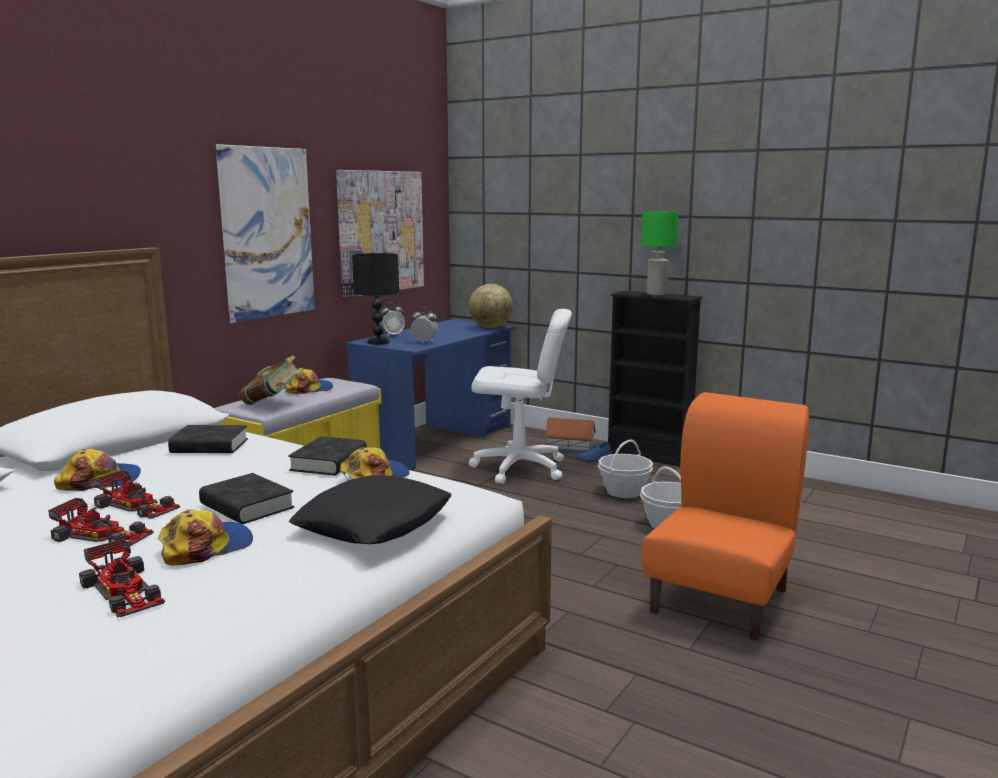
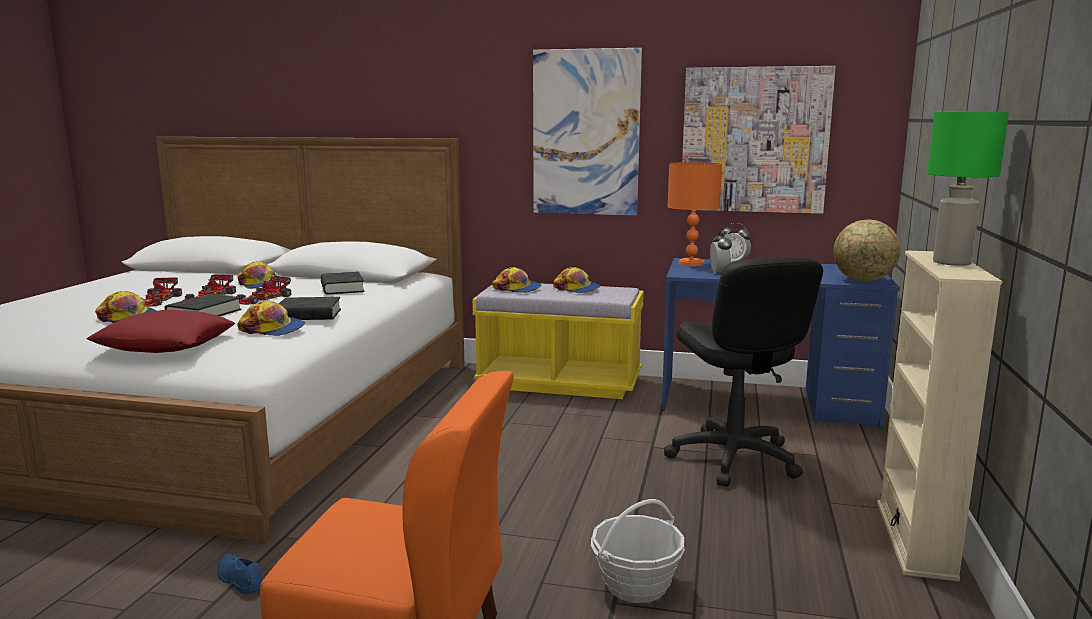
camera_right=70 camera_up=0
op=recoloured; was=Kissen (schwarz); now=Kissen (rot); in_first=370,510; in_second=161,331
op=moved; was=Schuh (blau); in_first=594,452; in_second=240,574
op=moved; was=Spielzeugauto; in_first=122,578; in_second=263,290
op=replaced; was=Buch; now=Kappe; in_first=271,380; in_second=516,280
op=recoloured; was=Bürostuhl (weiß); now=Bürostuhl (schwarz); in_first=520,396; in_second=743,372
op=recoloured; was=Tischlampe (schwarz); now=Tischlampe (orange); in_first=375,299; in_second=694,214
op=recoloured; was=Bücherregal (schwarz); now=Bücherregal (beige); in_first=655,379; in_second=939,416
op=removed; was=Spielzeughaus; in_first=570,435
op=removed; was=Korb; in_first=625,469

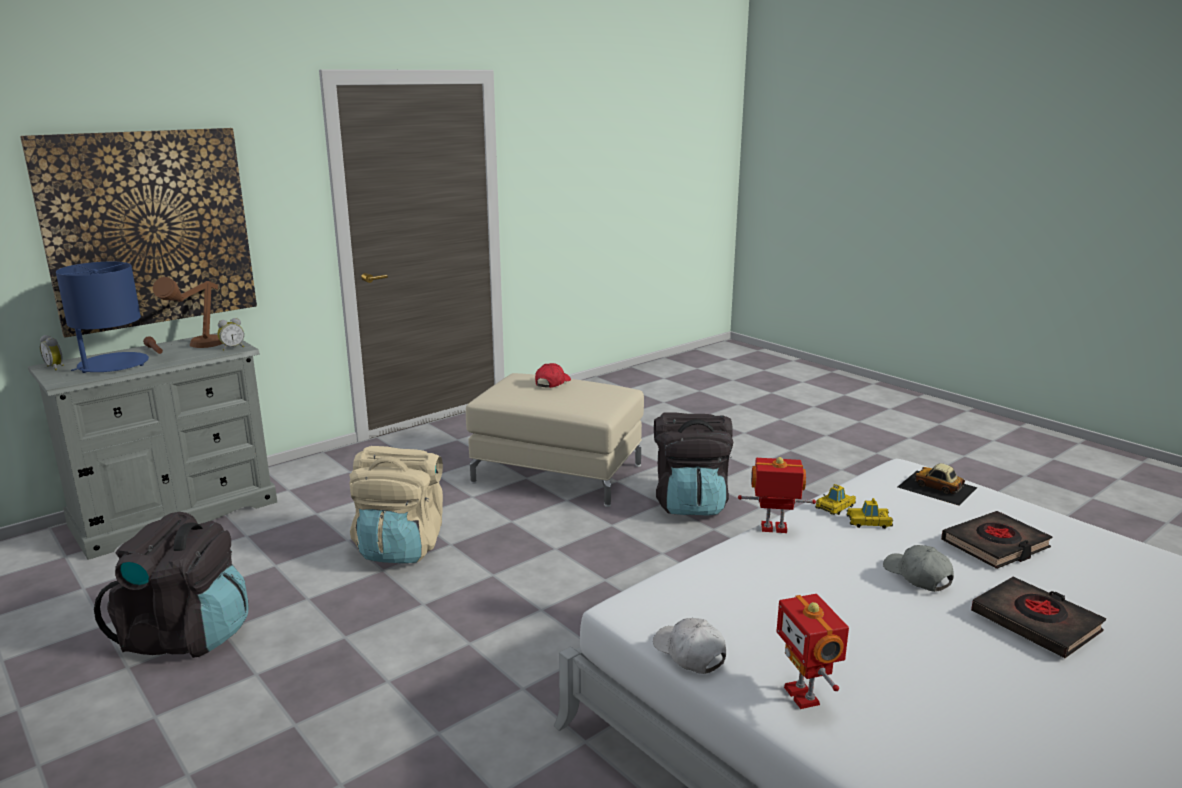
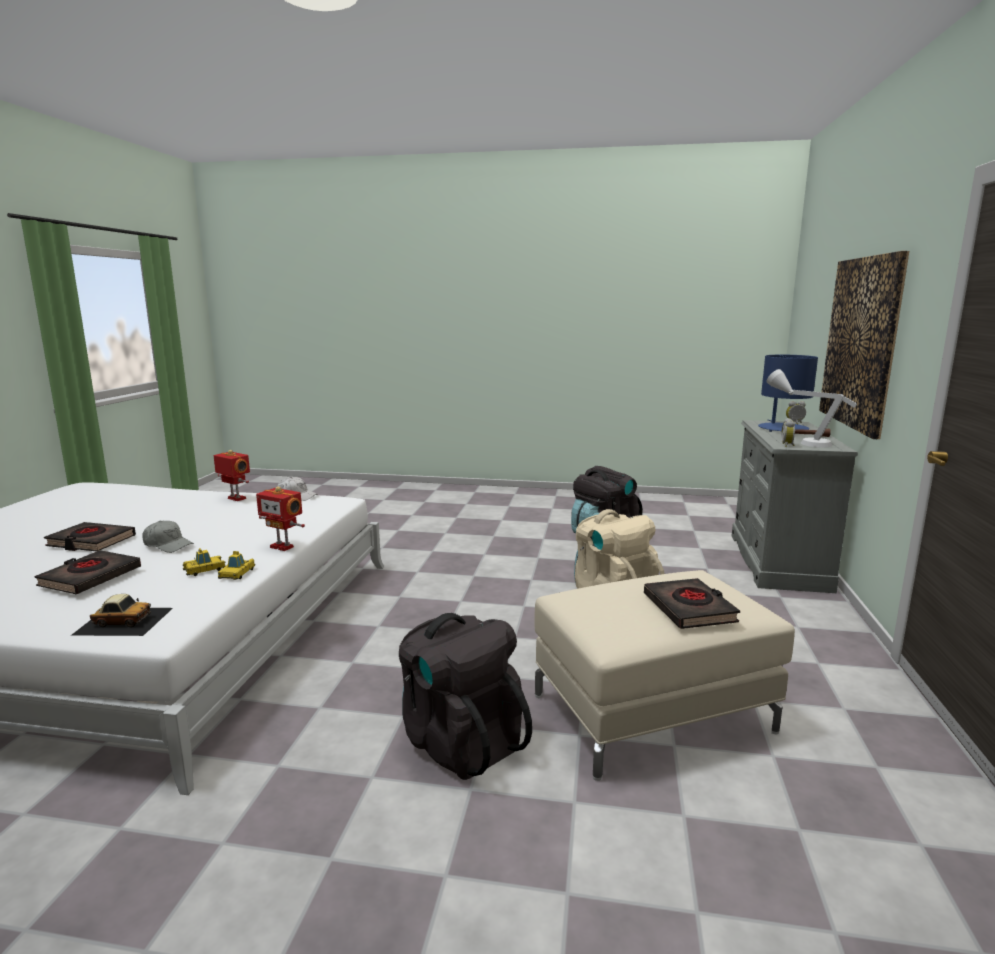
camera_right=140 camera_up=-5
op=turned; was=Spielzeugroboter; in_first=777,495; in_second=280,518; clockwise=60
op=replaced; was=Kappe (rot); now=Buch (schwarz); in_first=553,375; in_second=692,603
op=recoloured; was=Tischlampe (braun); now=Tischlampe (grau); in_first=188,312; in_second=811,408

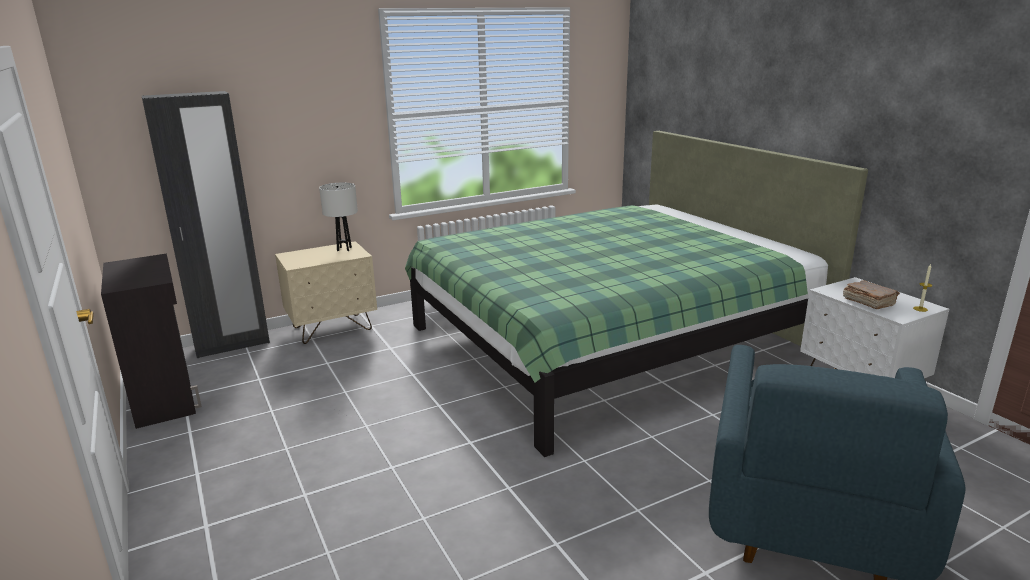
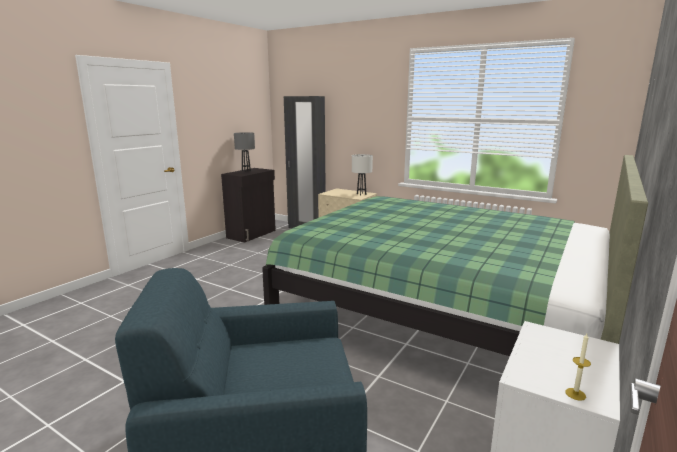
camera_right=60 camera_up=-5
op=added; now=Tischlampe (grau); in_second=244,152
op=removed; was=Buch (braun); in_first=871,294

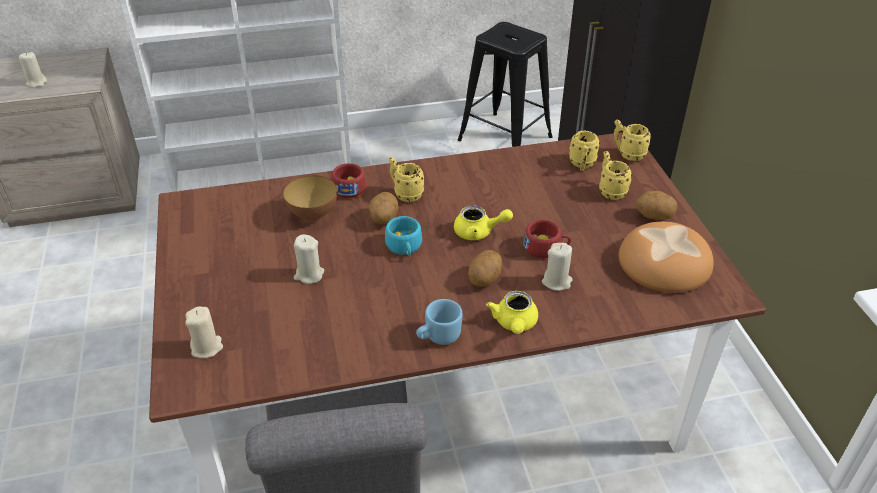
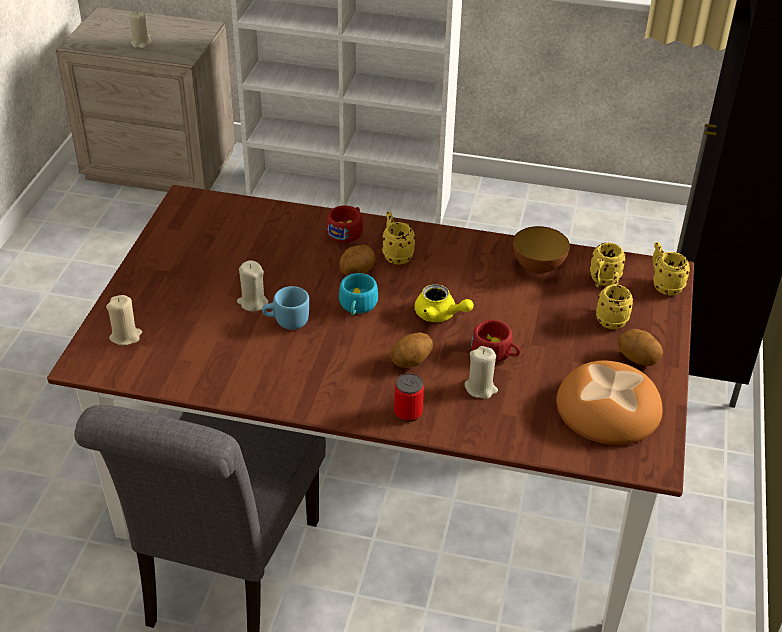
camera_right=25 camera_up=0
op=moved; was=Henkelbecher (blau); in_first=439,322; in_second=285,308
op=replaced; was=Teekanne (gelb); now=Dose; in_first=512,312; in_second=409,397
op=moved; was=Schüssel; in_first=310,198; in_second=541,250
op=removed; was=Hocker (schwarz); in_first=505,84

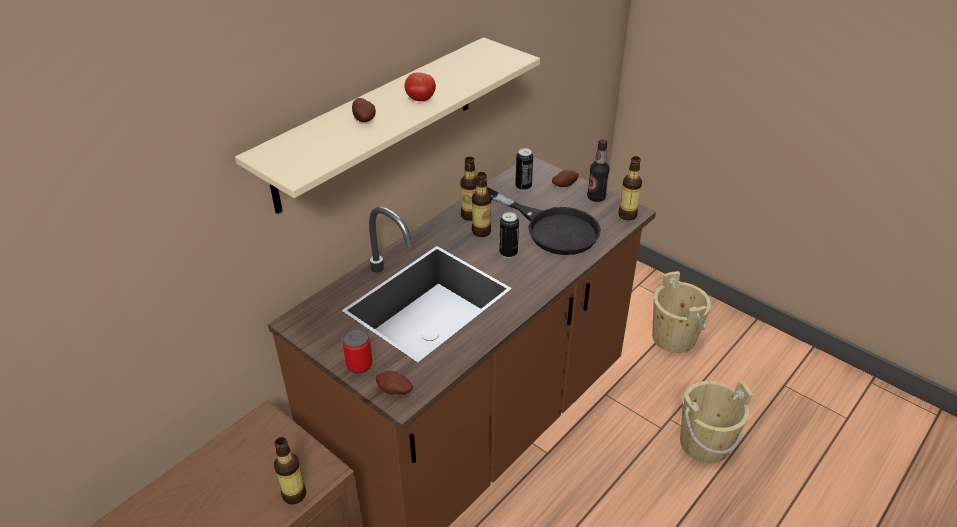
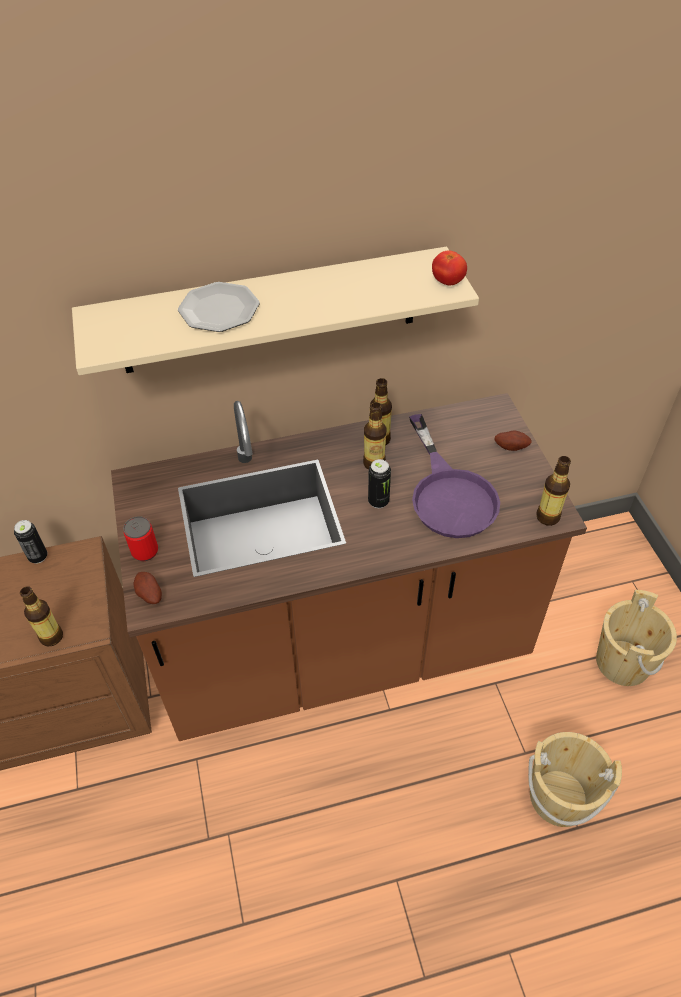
camera_right=35 camera_up=10
op=moved; was=Dose; in_first=524,169; in_second=30,542
op=replaced; was=Kartoffel; now=Teller; in_first=364,110; in_second=219,307
op=recoloured; was=Pfanne (schwarz); now=Pfanne (lila); in_first=544,221; in_second=454,476
op=moved; was=Tomate; in_first=420,87; in_second=449,267
op=removed; was=Flasche; in_first=598,170

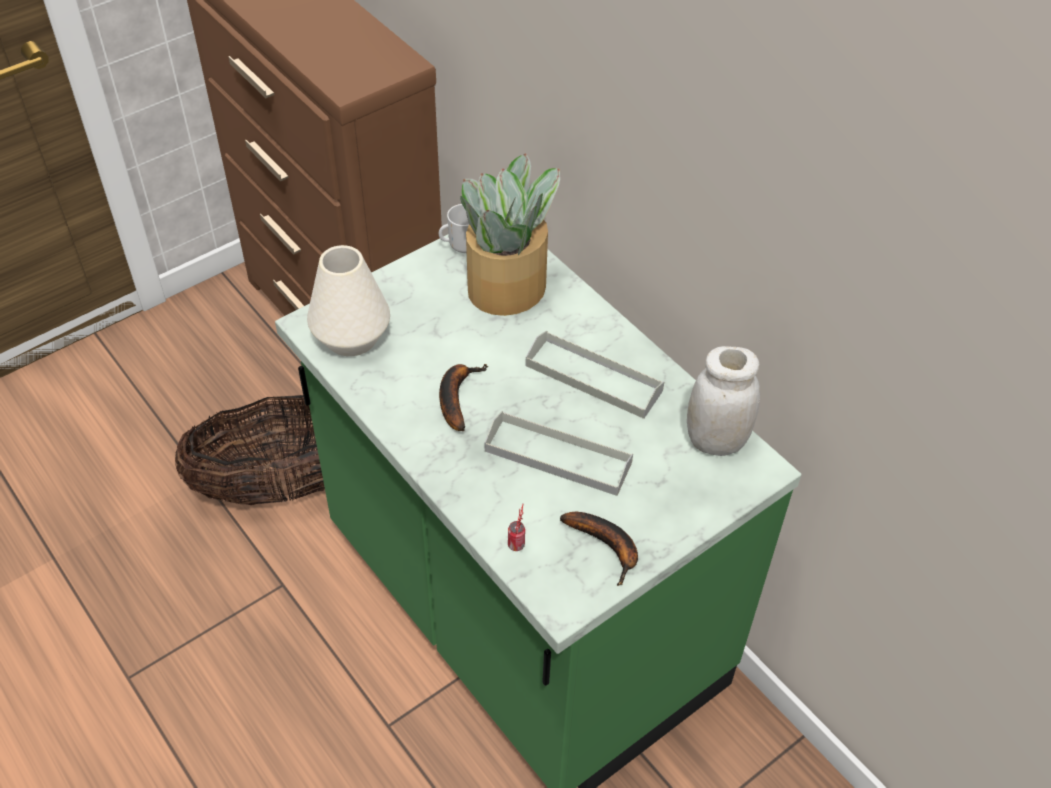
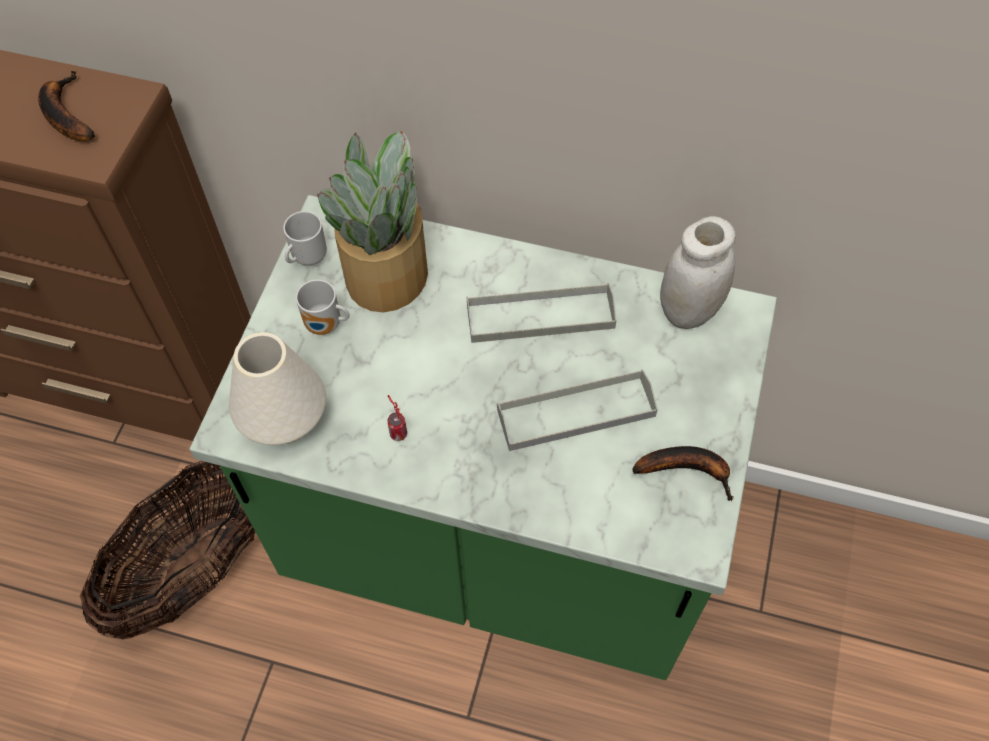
camera_right=-35 camera_up=10
op=moved; was=Banane; in_first=463,397; in_second=66,105
op=added; now=Henkelbecher; in_second=323,307
op=moved; was=Dose; in_first=516,527; in_second=397,418

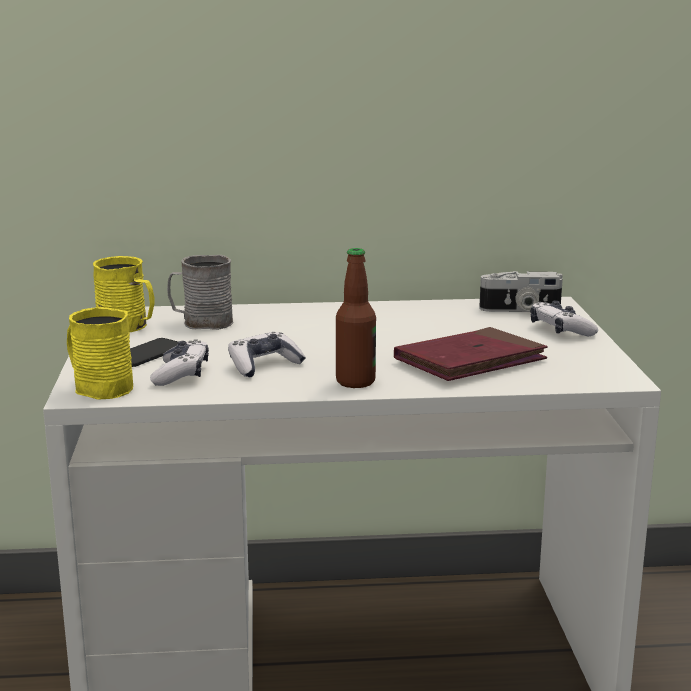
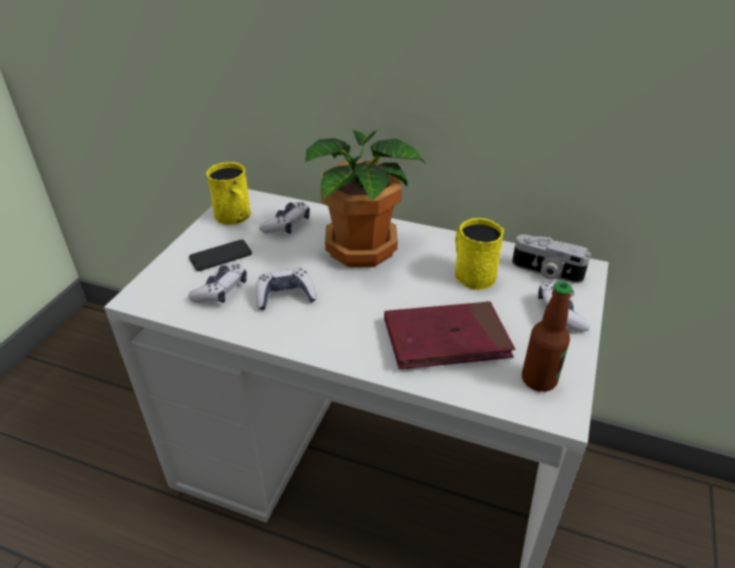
camera_right=25 camera_up=20
op=replaced; was=Henkelbecher (grau); now=Gamepad; in_first=200,292; in_second=284,218
op=added; now=Topfpflanze; in_second=365,198
op=moved; was=Henkelbecher (gelb); in_first=100,353; in_second=479,254
op=moved; was=Flasche; in_first=356,318; in_second=547,337

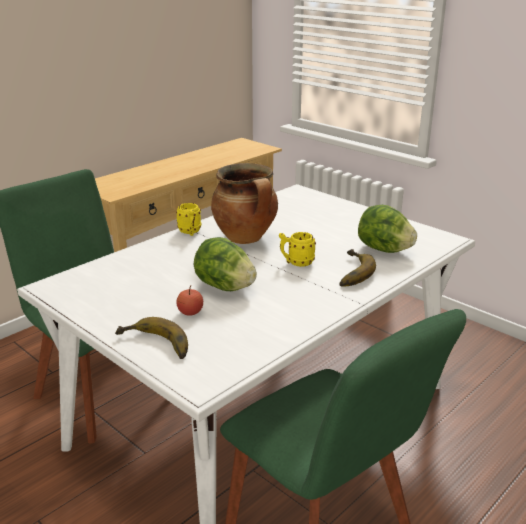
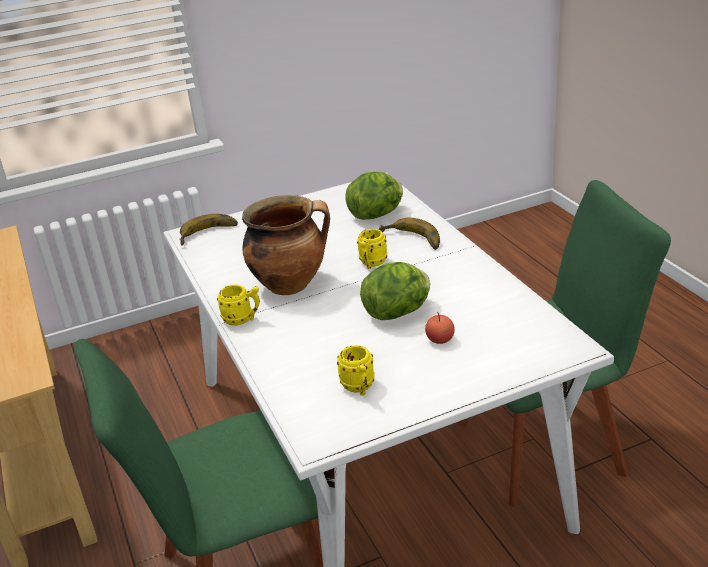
camera_right=-65 camera_up=5
op=moved; was=Banane; in_first=151,338; in_second=209,230
op=added; now=Henkelbecher (gelb); in_second=356,370

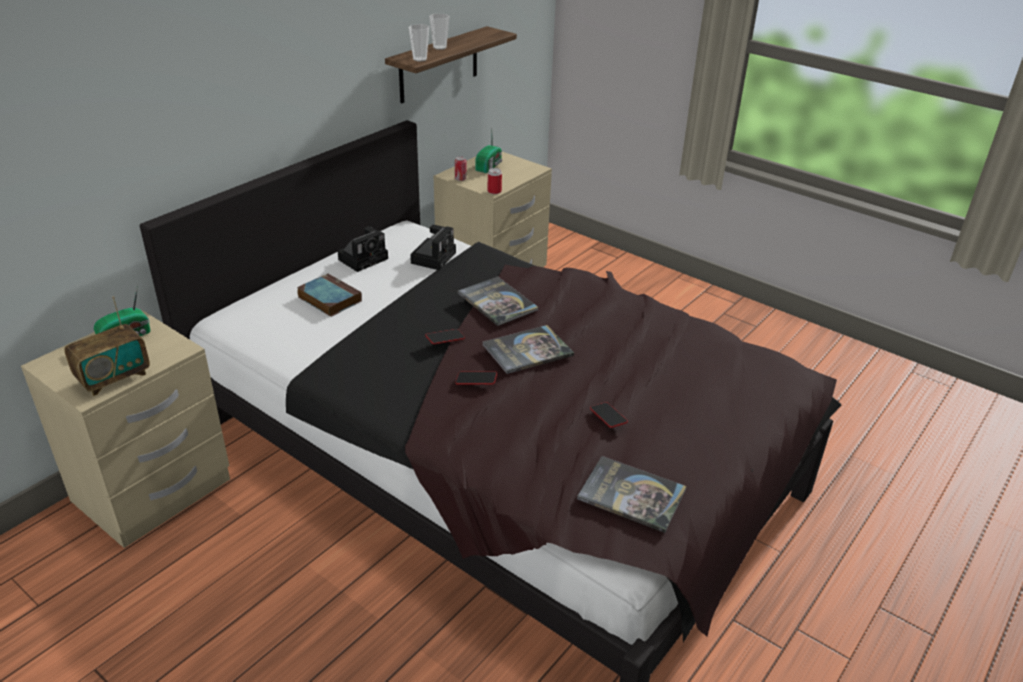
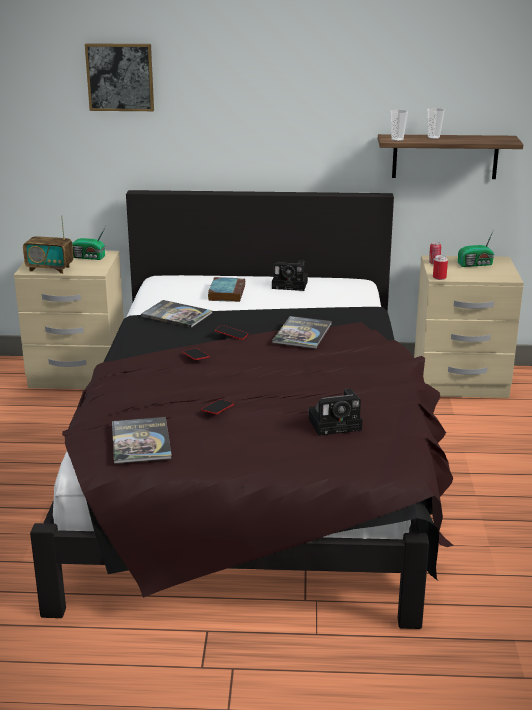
camera_right=55 camera_up=-10
op=added; now=Bild; in_second=119,77
op=moved; was=Buch; in_first=528,349; in_second=176,314
op=moved; was=Kamera; in_first=433,247; in_second=335,412

